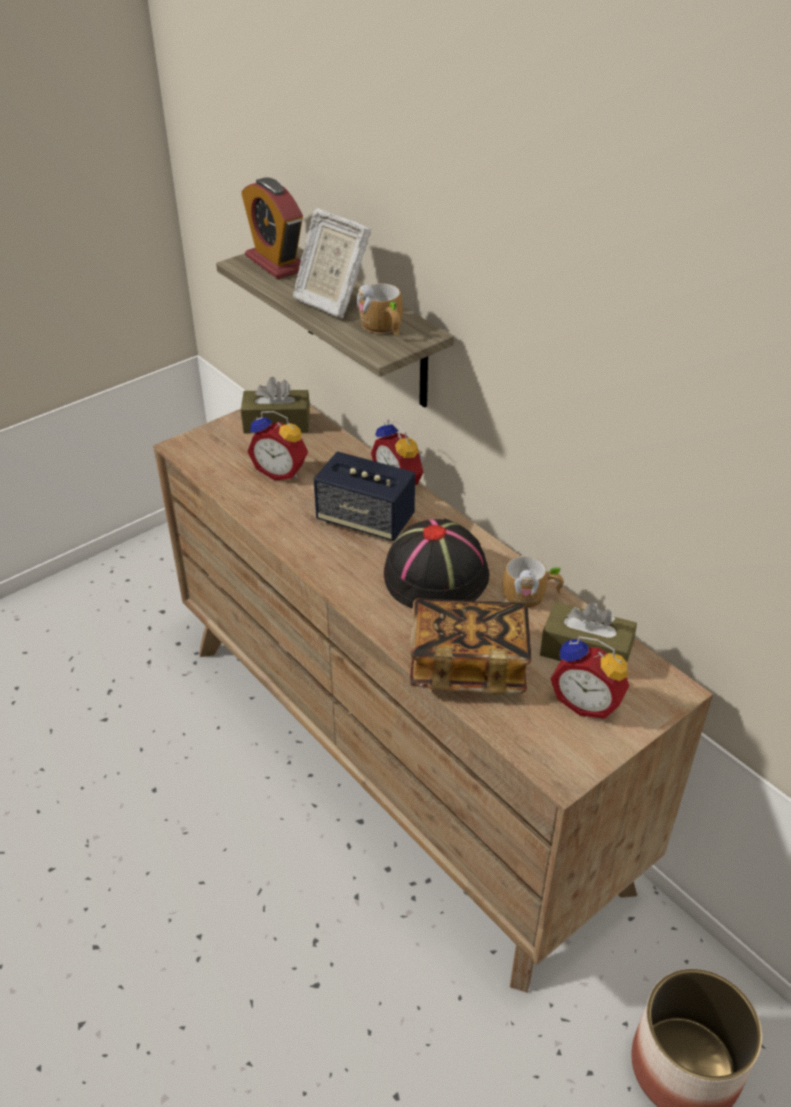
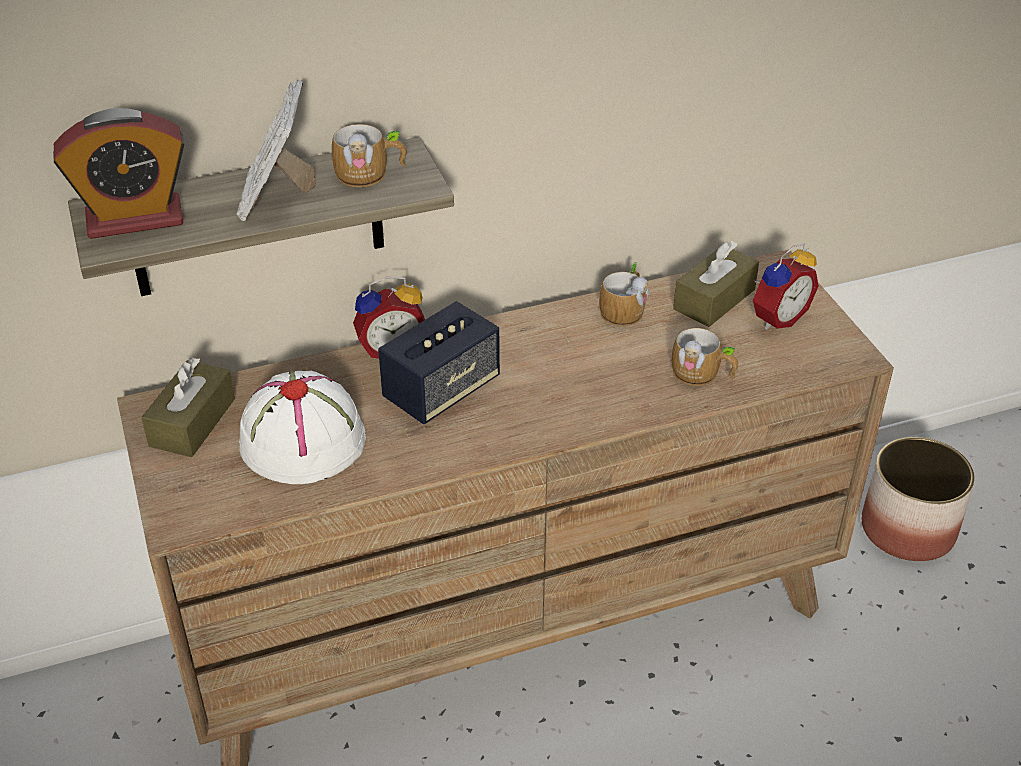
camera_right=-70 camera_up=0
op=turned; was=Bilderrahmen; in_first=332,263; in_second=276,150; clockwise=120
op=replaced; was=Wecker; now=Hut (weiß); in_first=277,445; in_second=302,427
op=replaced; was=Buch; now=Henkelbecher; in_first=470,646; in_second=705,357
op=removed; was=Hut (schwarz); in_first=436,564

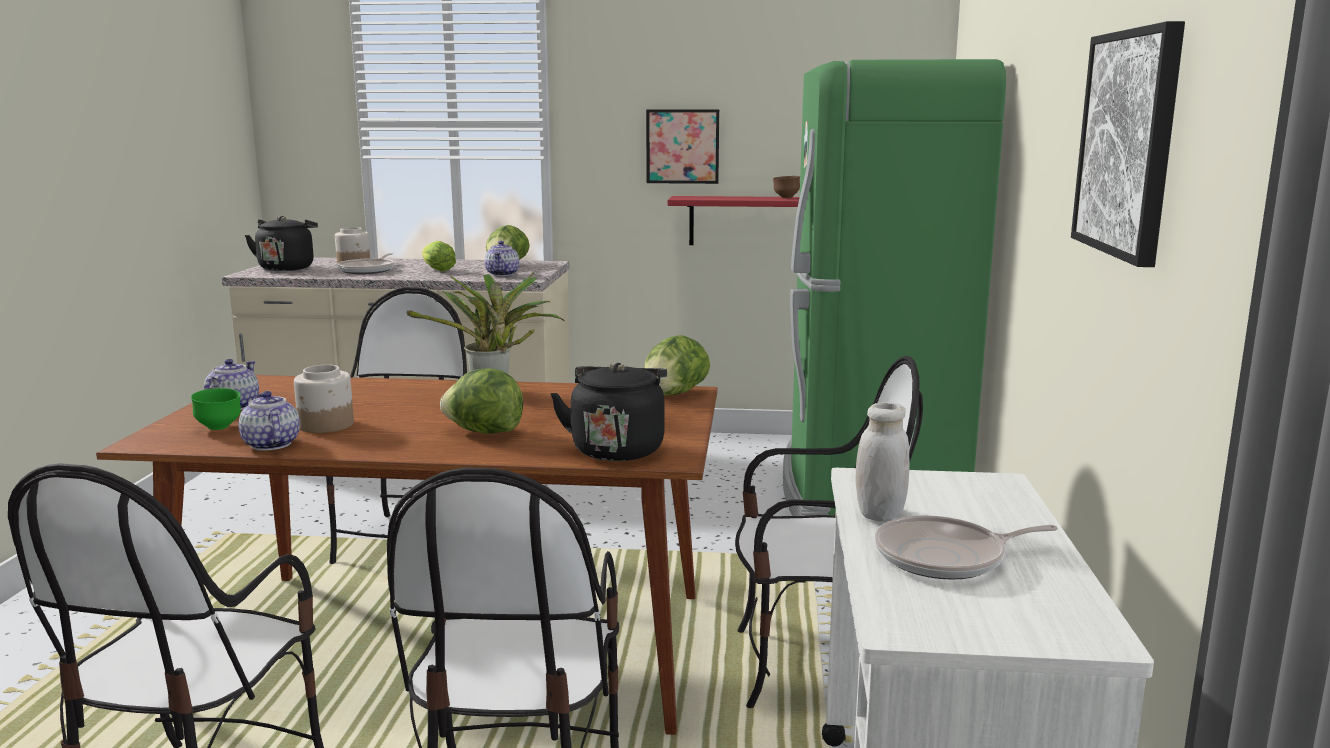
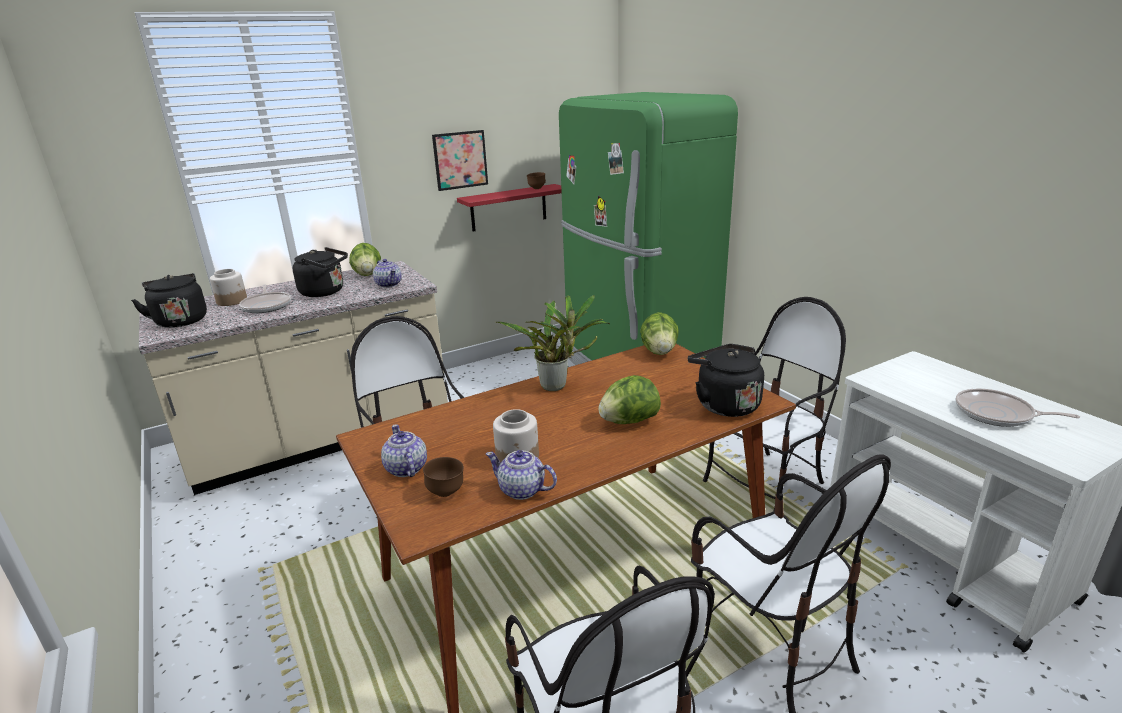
camera_right=-35 camera_up=10
op=replaced; was=Salatkopf; now=Wasserkessel (schwarz); in_first=439,256; in_second=320,272
op=recoloured; was=Schüssel (grün); now=Schüssel (braun); in_first=216,409; in_second=443,477
op=turned; was=Pfanne; in_first=966,547; in_second=1017,407; clockwise=75
op=removed; was=Vorratsglas (weiß); in_first=882,462
op=removed; was=Bild; in_first=1128,144

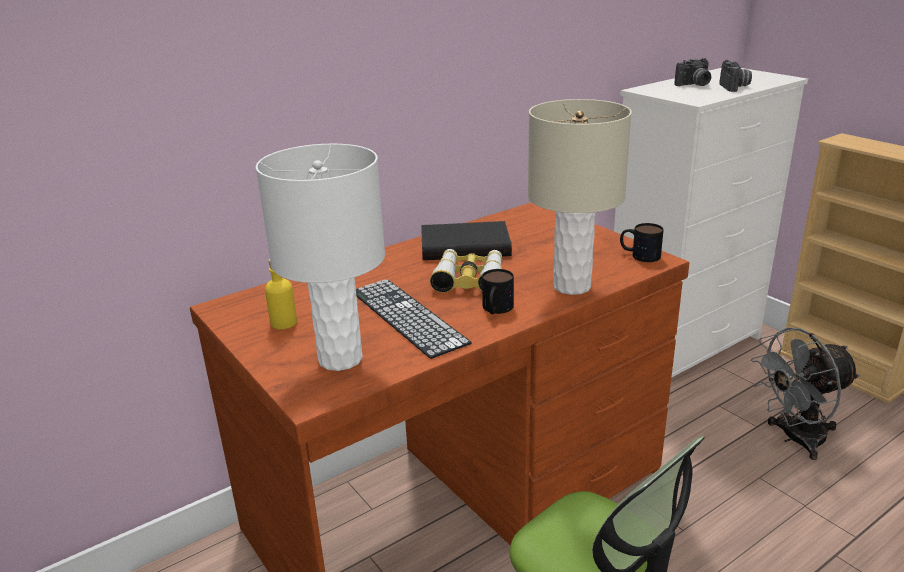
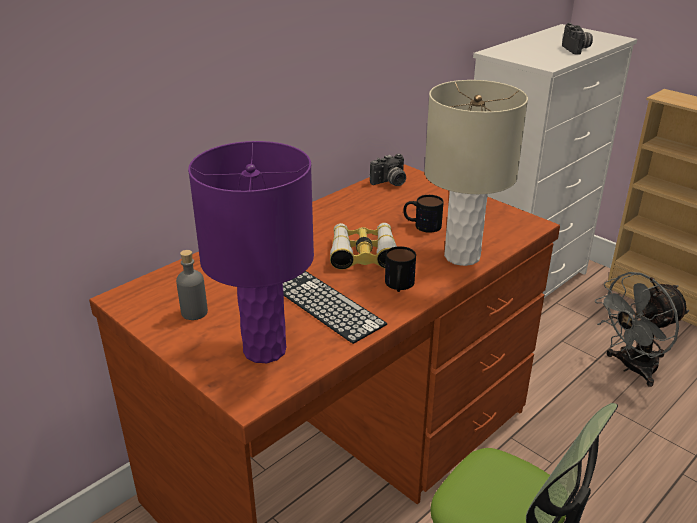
camera_right=-10 camera_up=5
op=recoloured; was=Flasche (gelb); now=Flasche (grau); in_first=281,294; in_second=192,285
op=recoloured; was=Tischlampe (weiß); now=Tischlampe (lila); in_first=320,257; in_second=251,252
op=moved; was=Kamera; in_first=692,72; in_second=388,170
op=moved; was=Henkelbecher; in_first=642,242; in_second=423,214
op=removed; was=Buch (schwarz); in_first=466,240

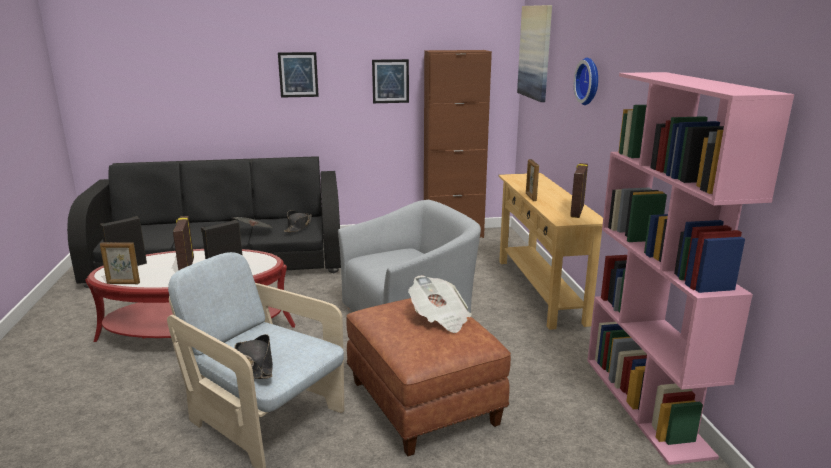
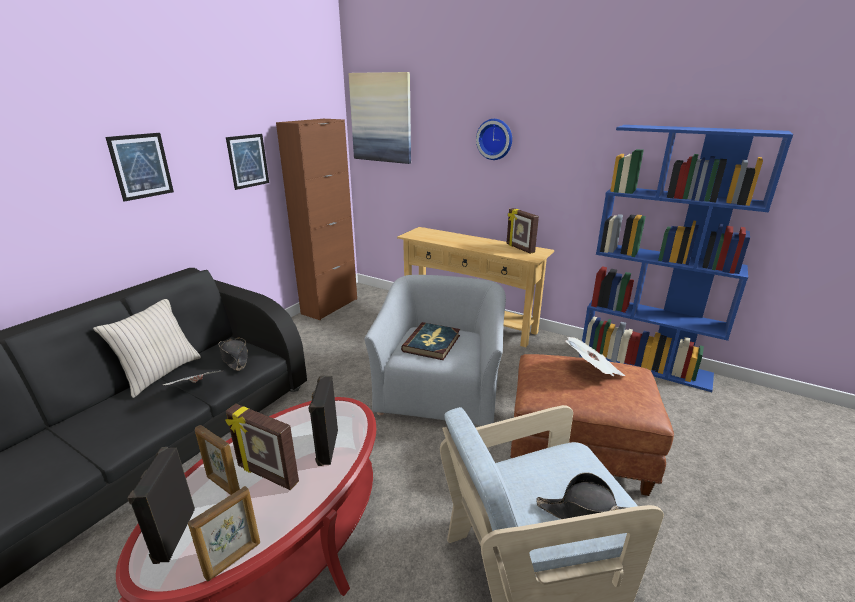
camera_right=-50 camera_up=5
op=added; now=Kissen (beige); in_second=147,348
op=moved; was=Bilderrahmen; in_first=532,180; in_second=217,460
op=added; now=Buch; in_second=430,341
op=recoloured; was=Bücherregal (rosa); now=Bücherregal (blau); in_first=690,268; in_second=686,258

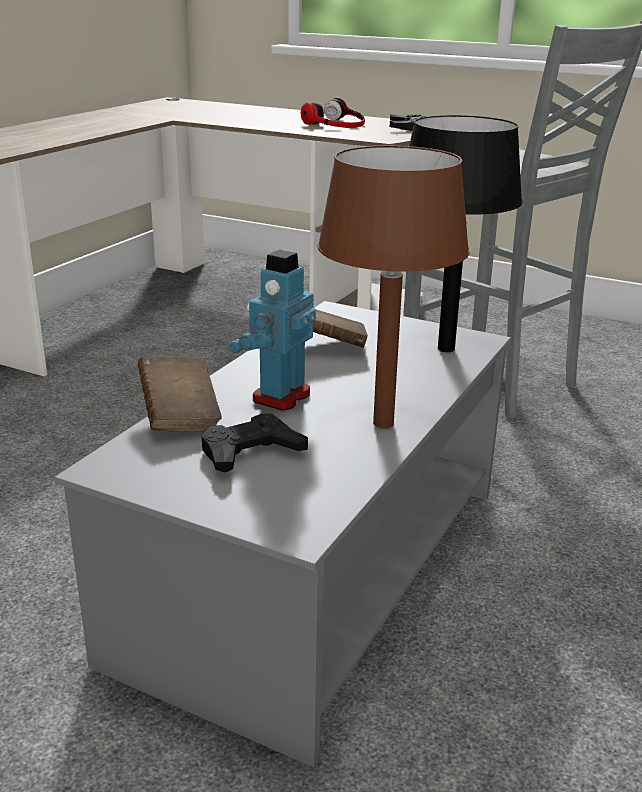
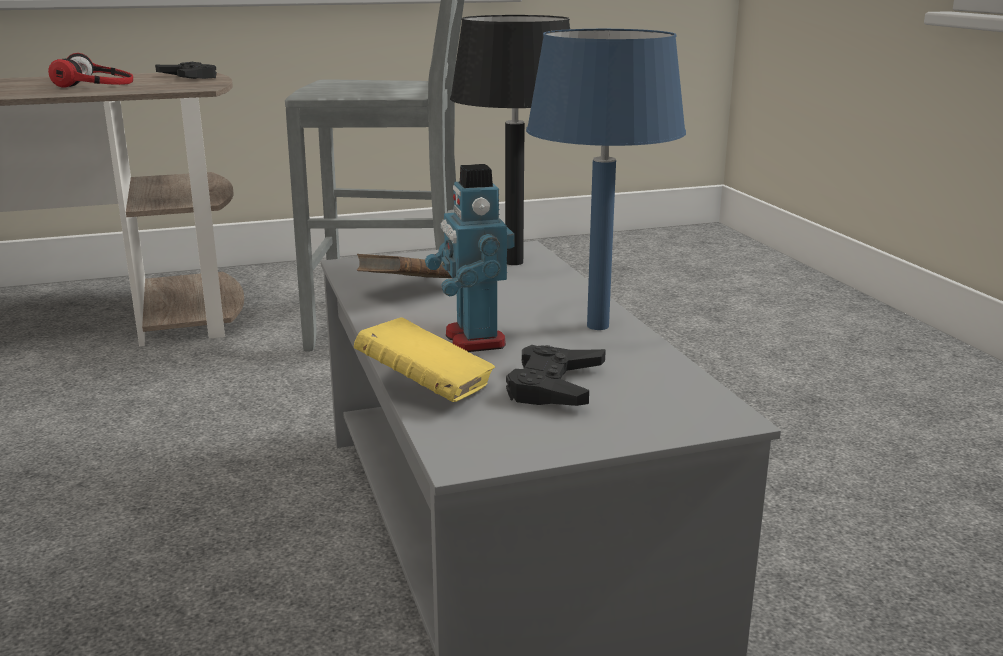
camera_right=-45 camera_up=-5
op=recoloured; was=Buch (braun); now=Buch (gelb); in_first=180,393; in_second=424,359
op=recoloured; was=Tischlampe (braun); now=Tischlampe (blau); in_first=393,287; in_second=606,179

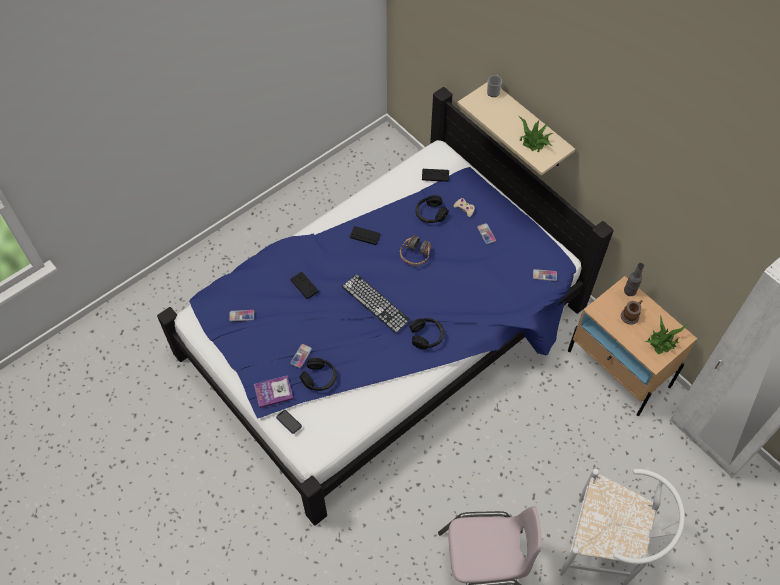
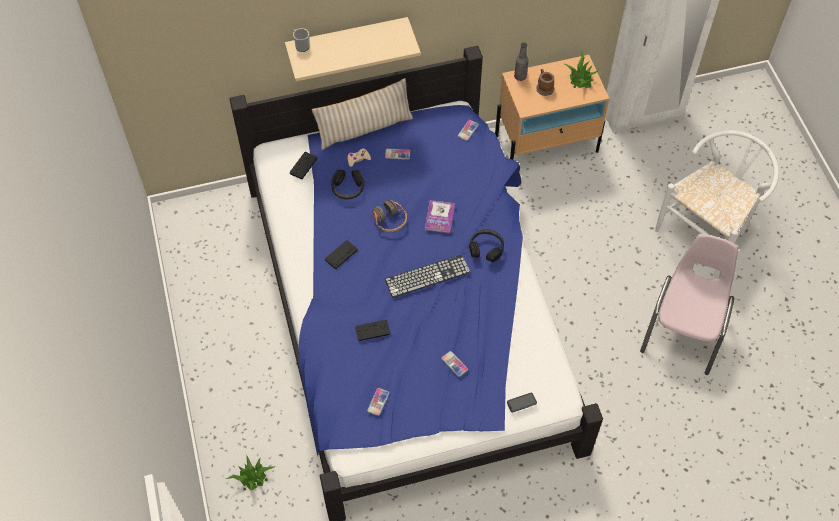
camera_right=-65 camera_up=0
op=moved; was=Topfpflanze; in_first=535,133; in_second=250,473
op=added; now=Kissen (beige); in_second=362,114
op=moved; was=Buch; in_first=273,392; in_second=440,216
op=removed; was=Kopfhörer (schwarz); in_first=318,374

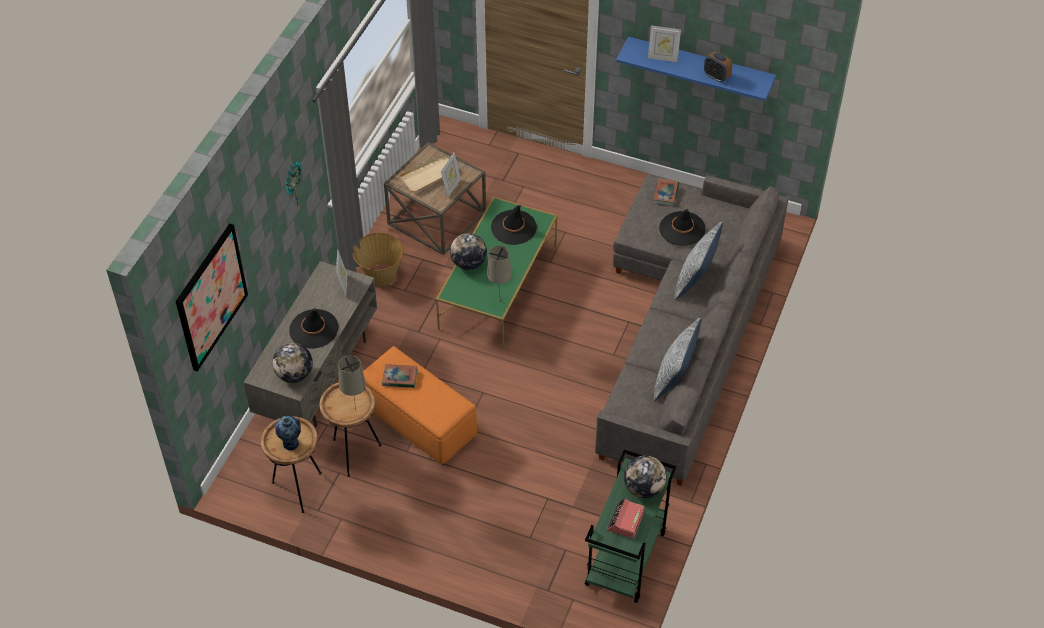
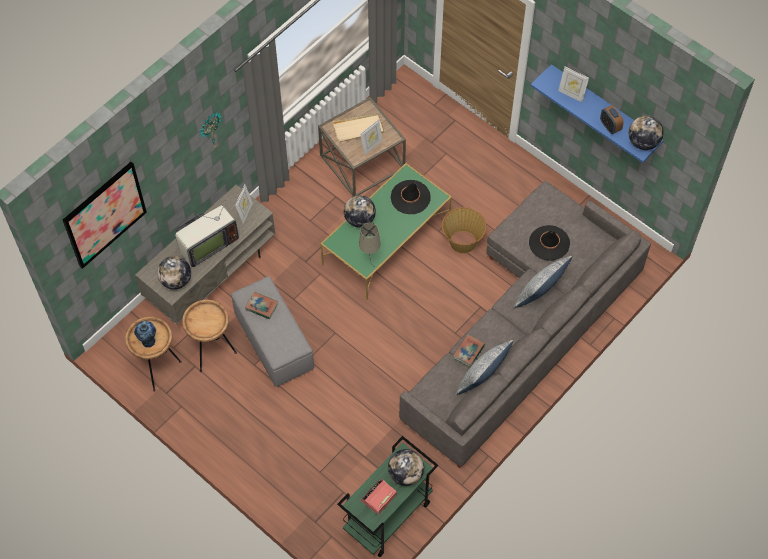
camera_right=20 camera_up=10
op=replaced; was=Hut (schwarz); now=Fernseher; in_first=314,328; in_second=207,233
op=recoloured; was=Polsterhocker (orange); now=Polsterhocker (grau); in_first=420,405; in_second=272,331
op=moved; was=Korb; in_first=378,259; in_second=464,230
op=moved; was=Buch; in_first=666,192; in_second=469,350
op=added; now=Globus; in_second=646,133
op=removed; was=Tischlampe (beige); in_first=352,382

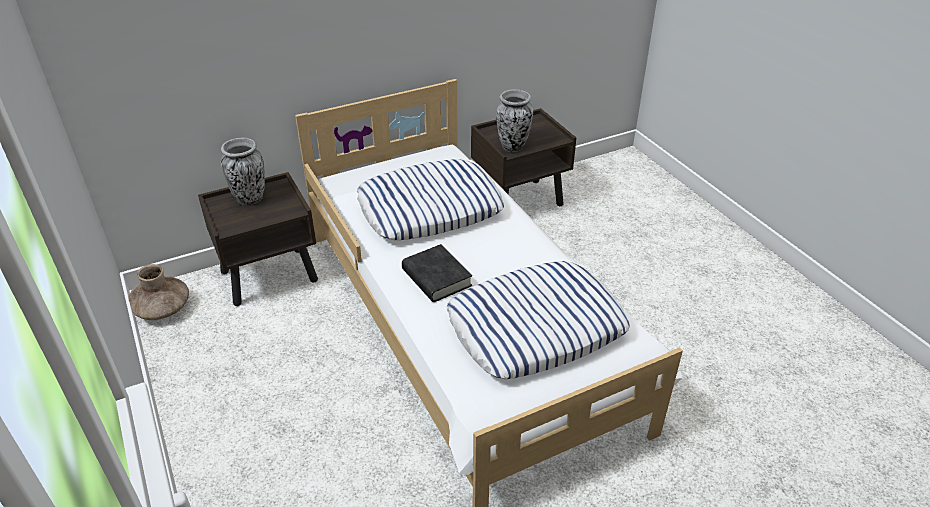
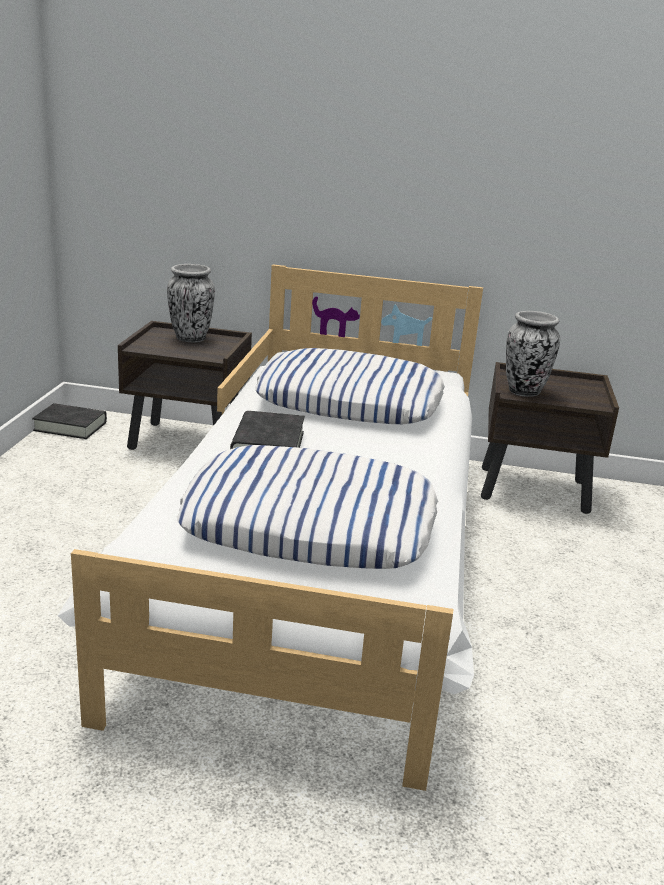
camera_right=35 camera_up=-15
op=replaced; was=Vase (braun); now=Buch (schwarz); in_first=158,292; in_second=69,421

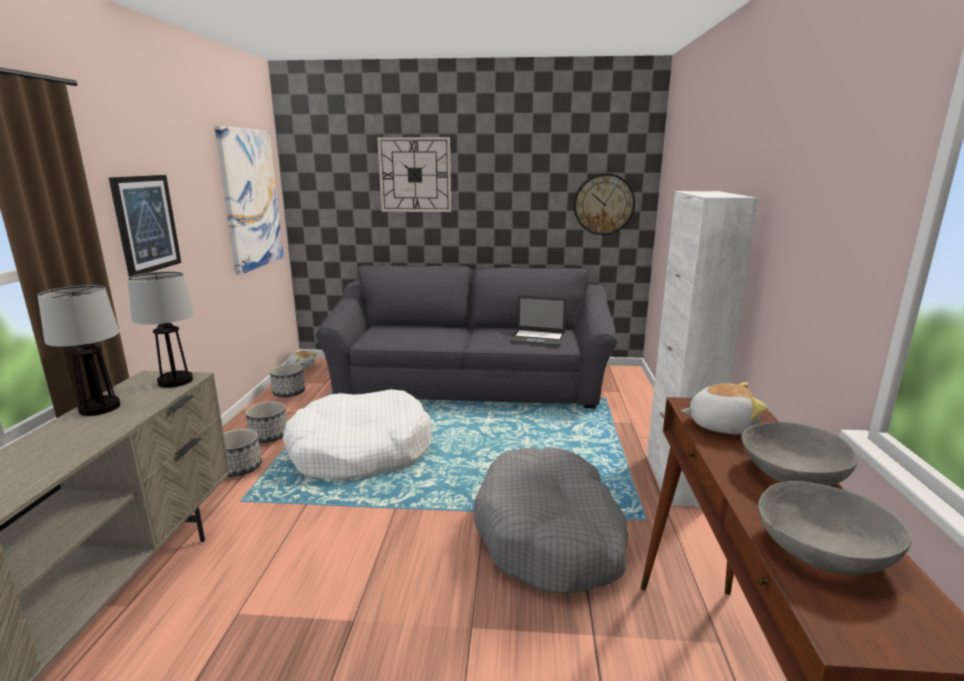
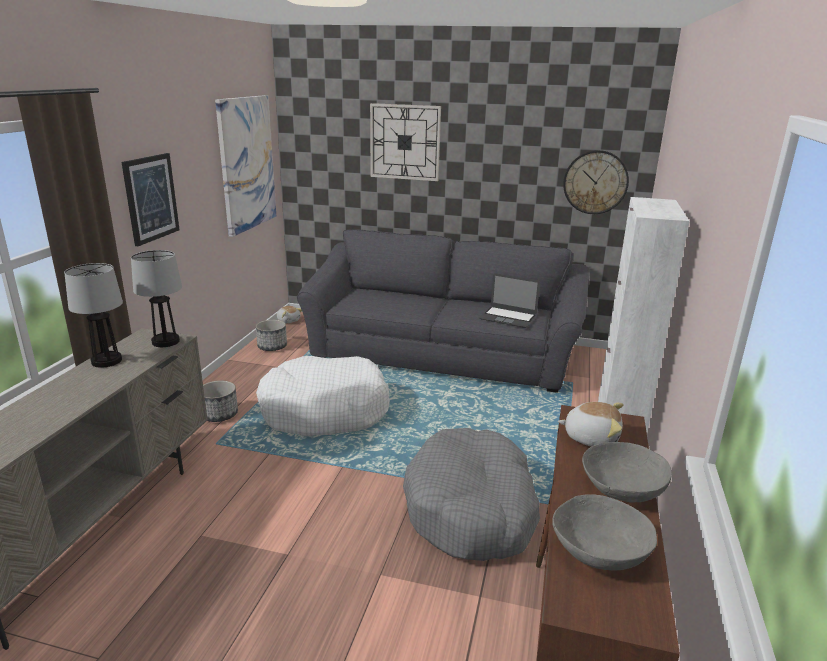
camera_right=10 camera_up=5
op=removed; was=Pflanzkübel; in_first=266,422

